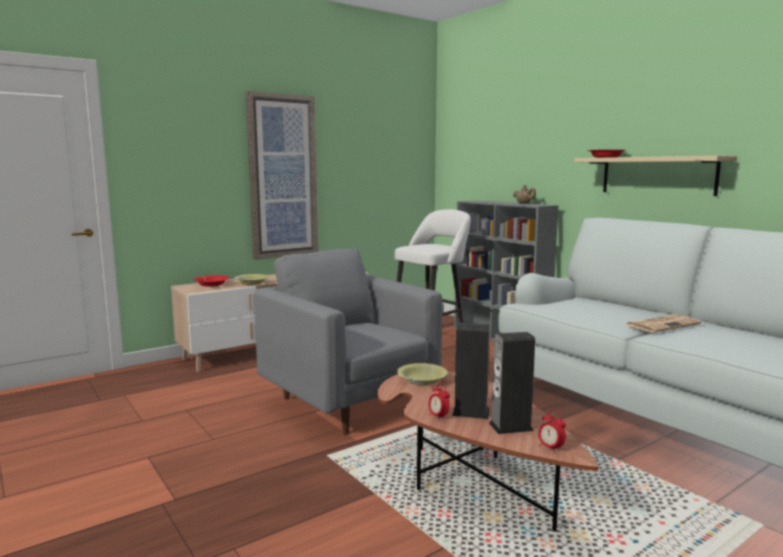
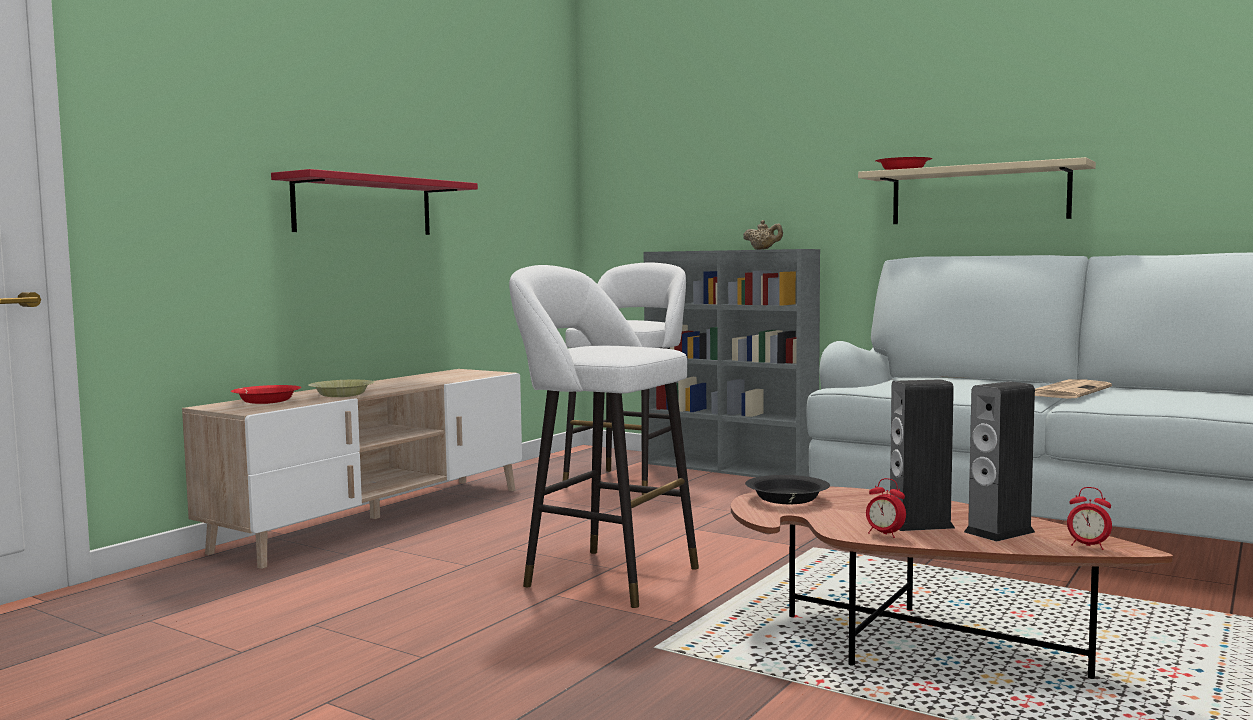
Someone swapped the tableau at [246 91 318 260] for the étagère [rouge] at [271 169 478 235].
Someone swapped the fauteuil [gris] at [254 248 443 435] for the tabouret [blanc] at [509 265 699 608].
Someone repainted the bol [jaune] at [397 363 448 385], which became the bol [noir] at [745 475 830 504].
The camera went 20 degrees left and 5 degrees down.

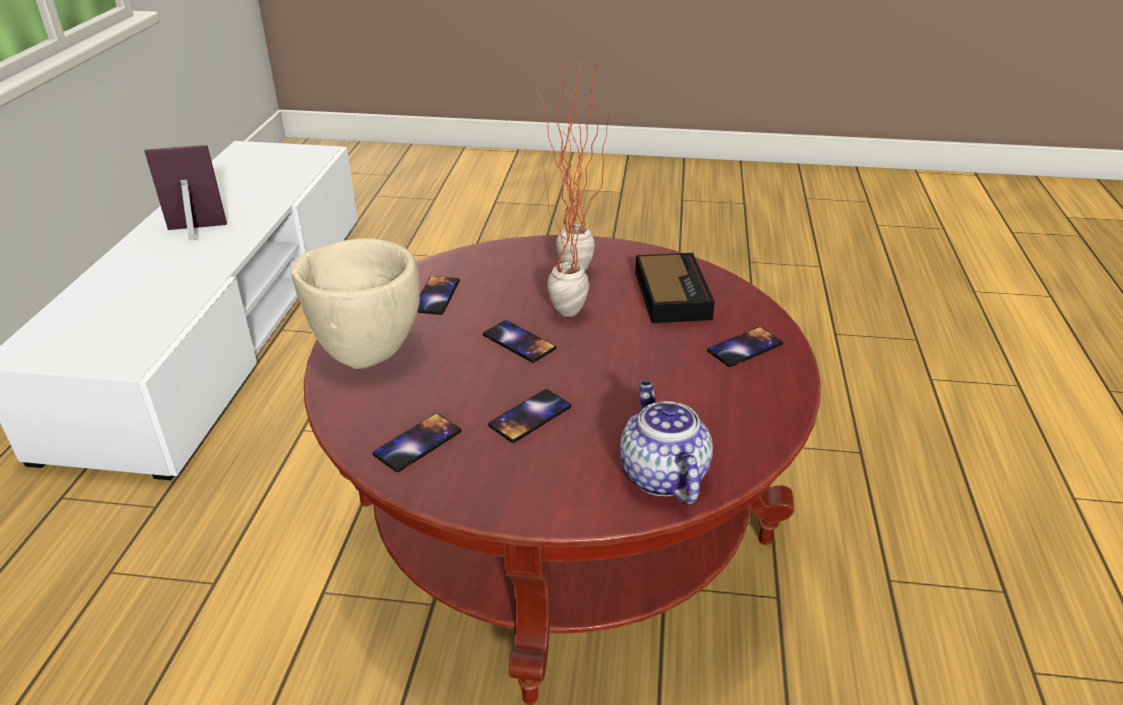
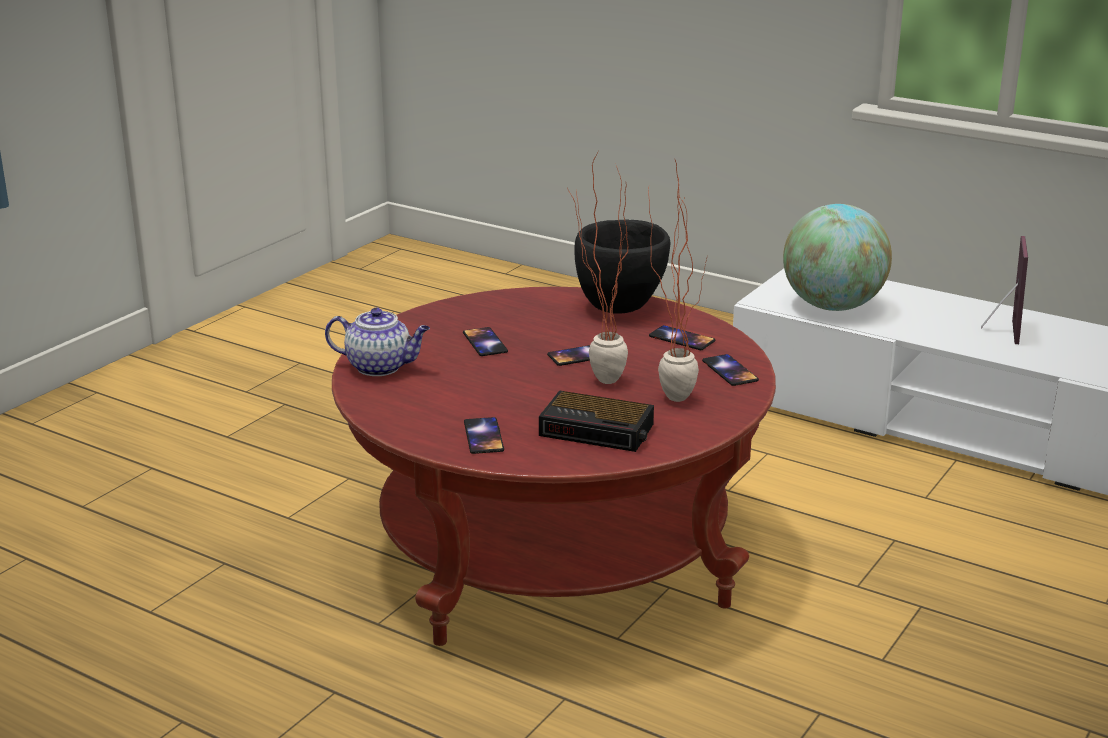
Someone repainted the bol [beige] at [291 238 420 369], which became the bol [noir] at [574 220 670 314].
Someone carried the téléphone from [373 413 461 472] to [702 354 759 386].
Someone put down the globe at [783 204 892 311].
The camera went 115 degrees right and 10 degrees down.

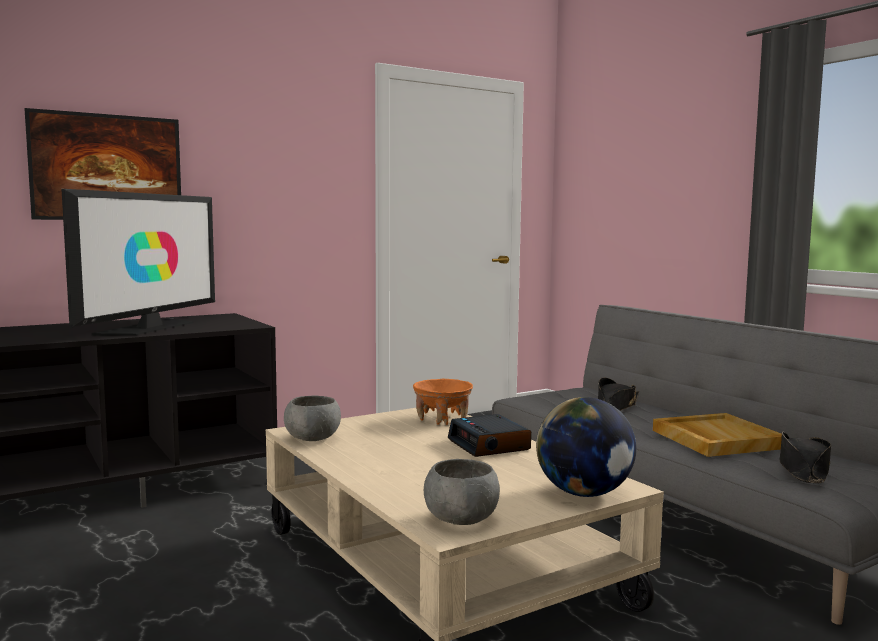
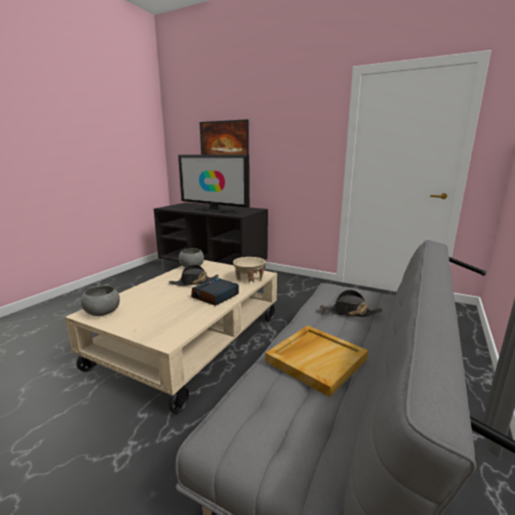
Someone rotated the téléviseur at [62 189 215 335] by 45 degrees clockwise.
Someone repainted the bol [orange] at [413 379 473 425], which became the bol [beige] at [233 257 265 283].
Someone took away the globe at [536 397 636 497].
Someone carried the chapeau [noir] from [780 432 831 483] to [169 264 219 286].
The camera went 60 degrees right and 10 degrees up.

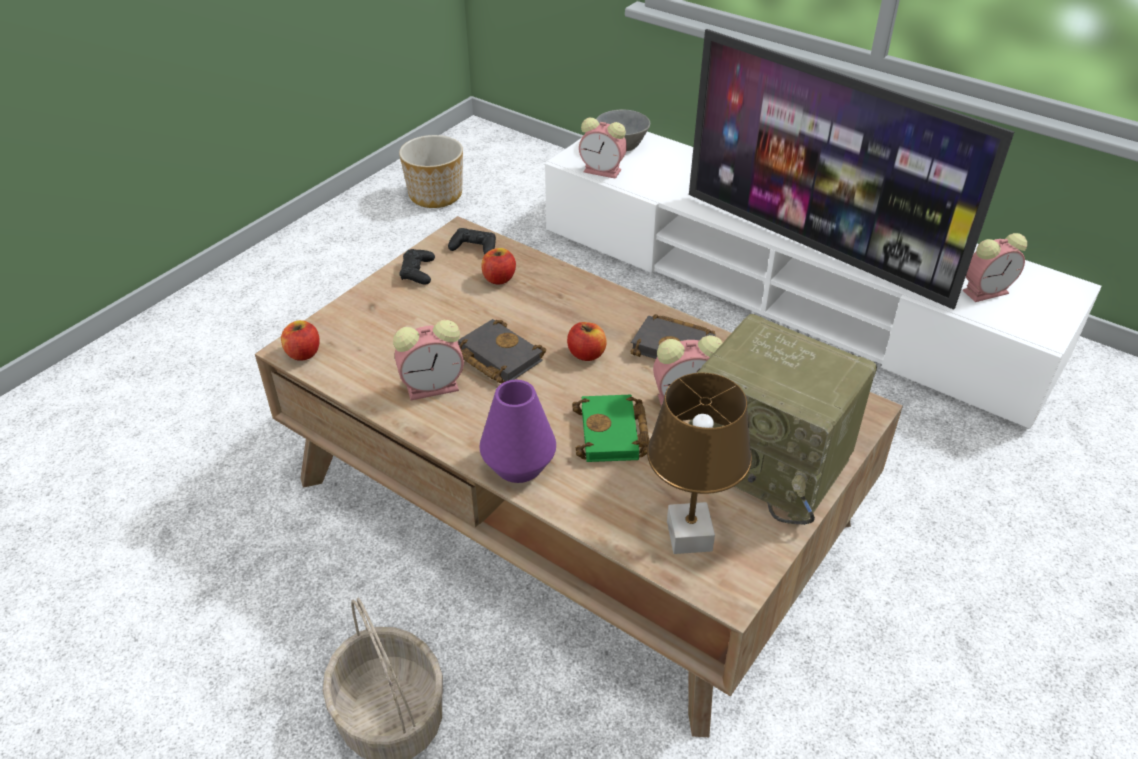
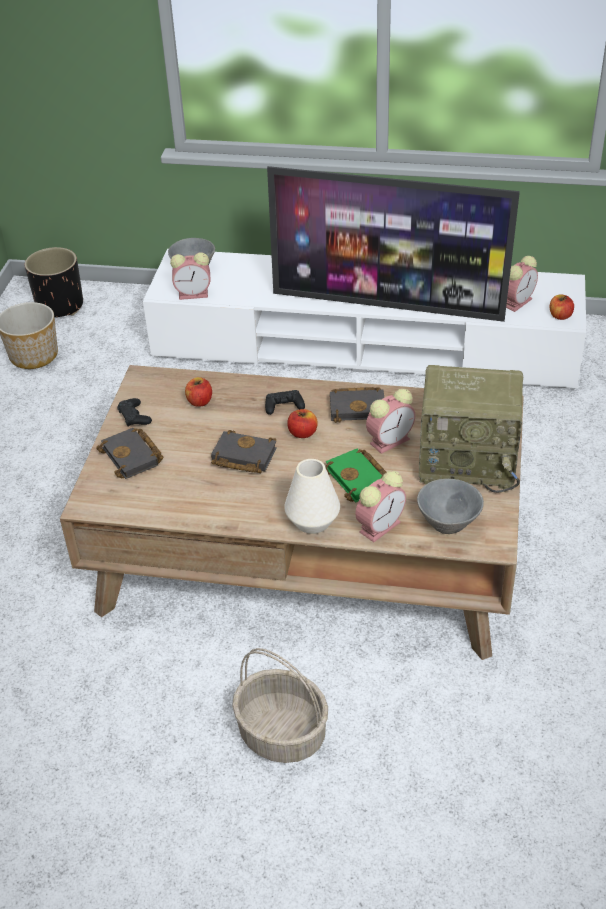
Someone carried the manette [noir] from [448 228 496 255] to [265 390 305 415].
Someone carried the pomme from [281 320 320 361] to [550 295 574 320].
Someone carried the réveil from [393 320 464 400] to [355 471 406 542].
Someone swapped the lampe de table [marron] at [647 373 752 554] for the bol [gris] at [417 479 484 534].
Someone repainted the vase [violet] at [480 380 556 483], which became the vase [blanc] at [284 459 340 534].
Someone put down the cache-pot [noir] at [25 247 83 317].
Someone put down the livre [noir] at [96 428 163 479].
The camera went 25 degrees left and 0 degrees up.

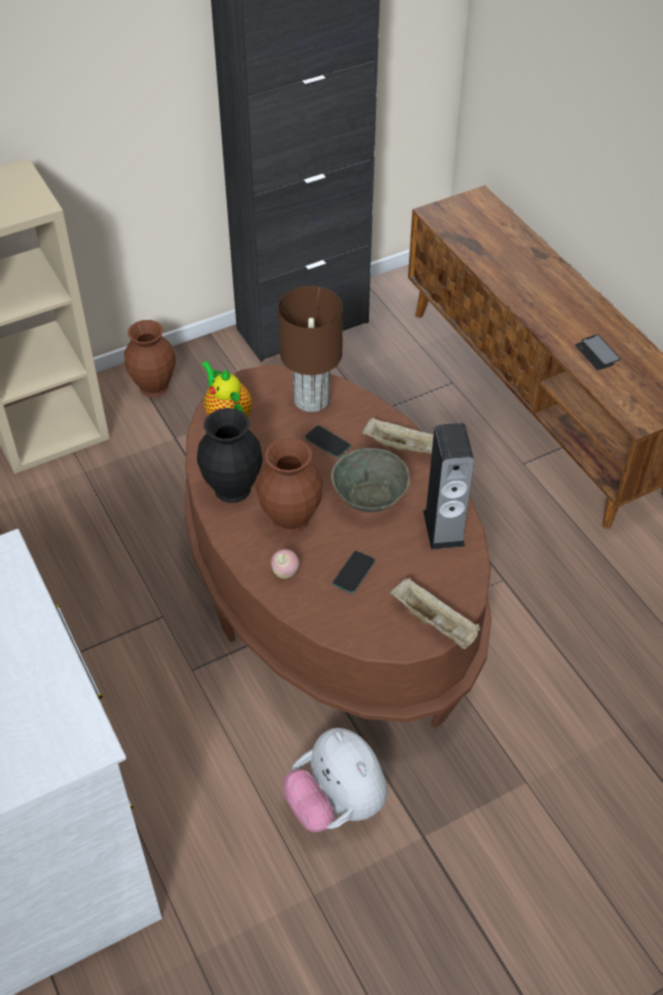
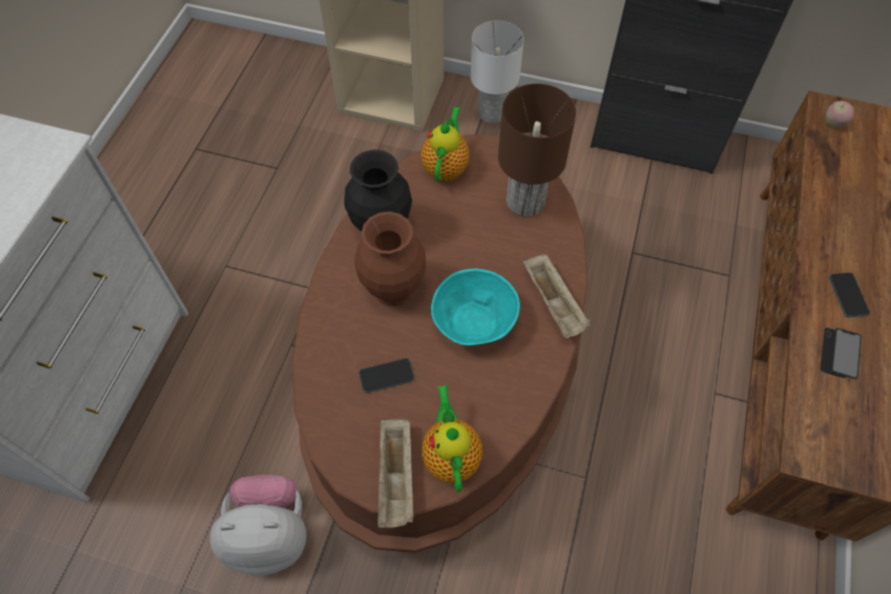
Someone swapped the vase [marron] at [124 320 176 397] for the lampe de table [blanc] at [470 21 524 123].
Someone took away the enceinte at [423 423 474 550].
Someone carried the téléphone from [305 425 351 458] to [829 272 870 317].
Someone repainted the bol [gris] at [331 448 410 512], which became the bol [turquoise] at [431 269 520 345].
Someone carried the pomme from [271 549 299 579] to [825 101 854 128].
Someone rotated the peluche at [283 728 388 832] by 75 degrees clockwise.
Someone put down the théière at [422 385 483 492].
The camera went 45 degrees right and 10 degrees up.

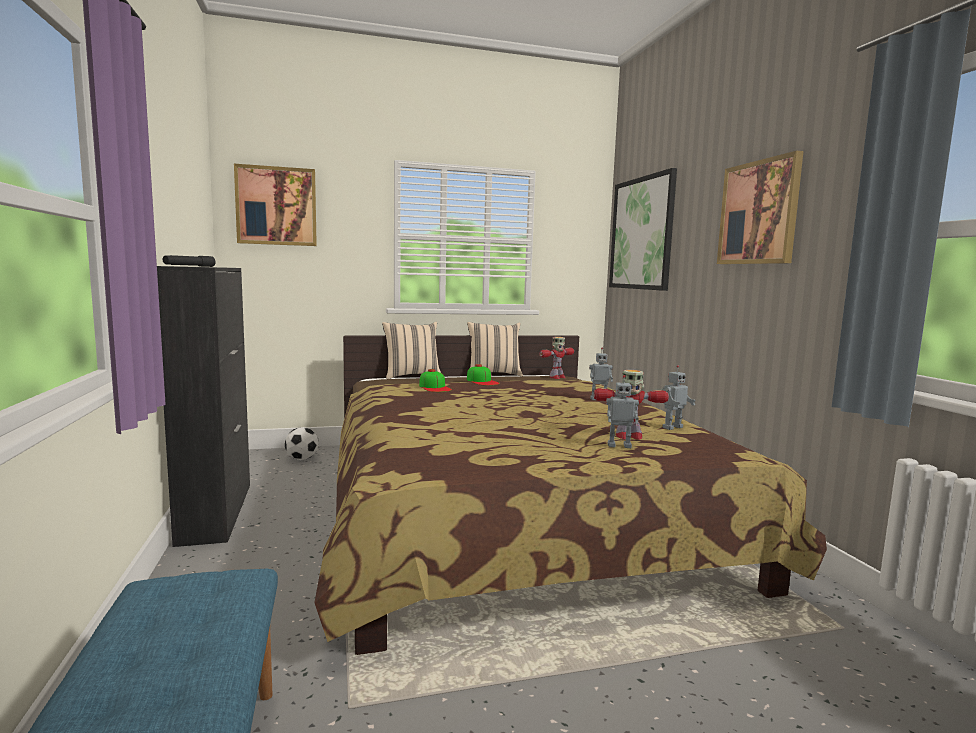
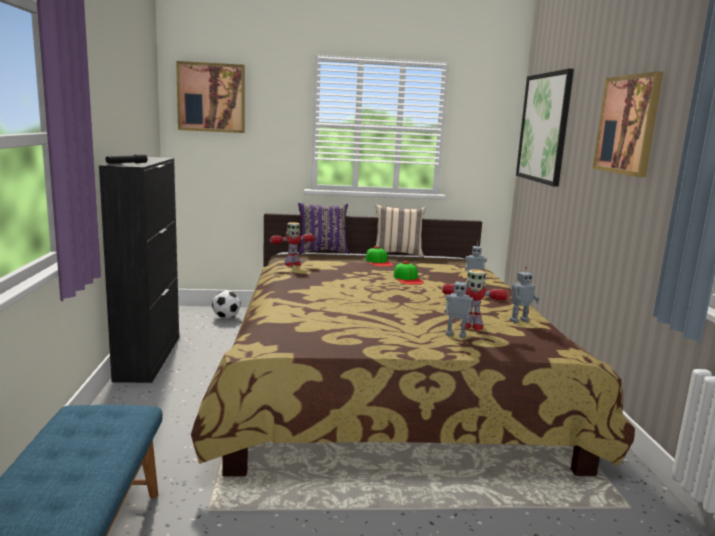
Someone repainted the coussin [beige] at [382 322 441 379], which became the coussin [violet] at [298 203 350 254].
Someone carried the robot jouet from [539 337 574 379] to [270 222 315 267].
Someone carried the casquette from [419 369 452 392] to [394 261 424 285].
The camera went 10 degrees right and 5 degrees up.

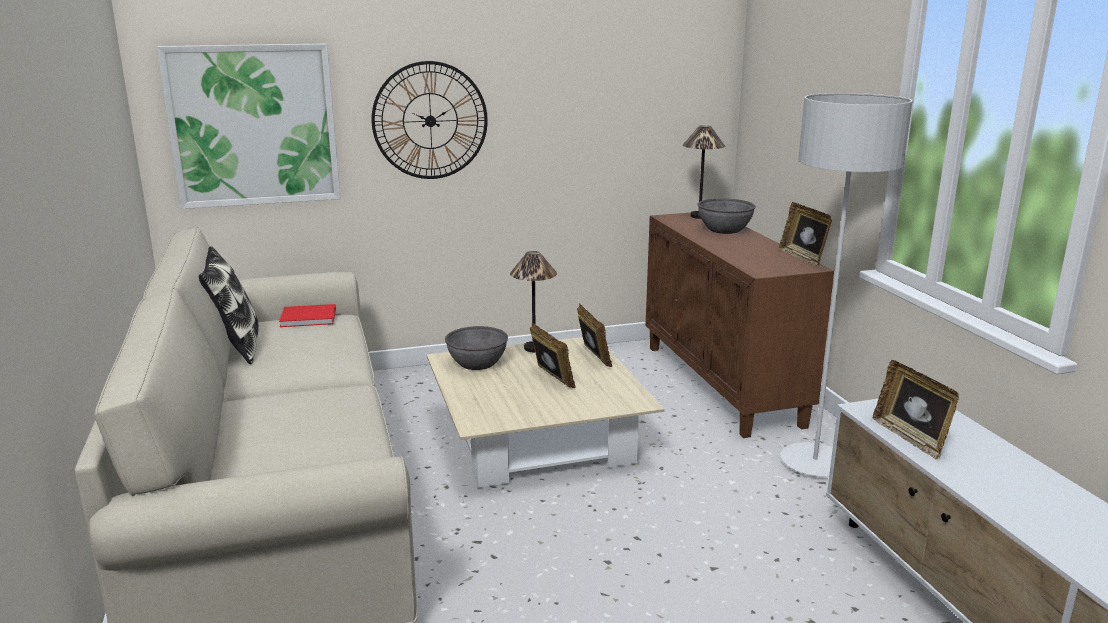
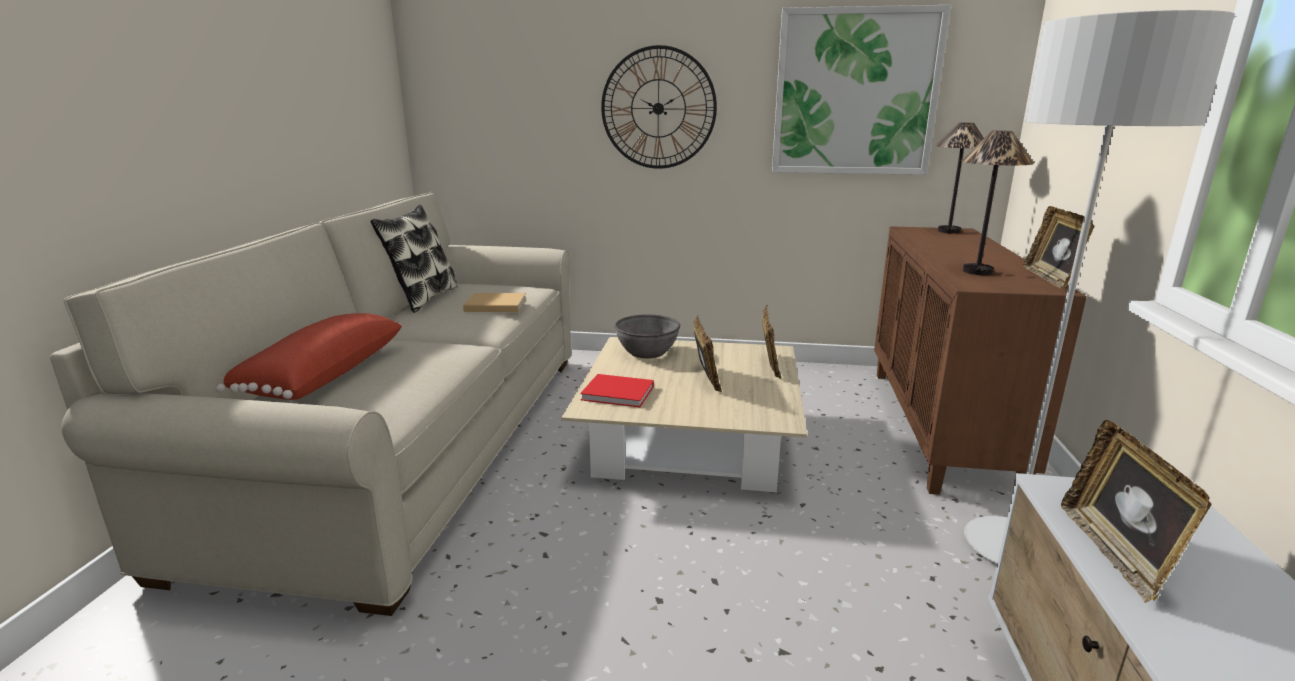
Someone carried the tableau from [157 43 341 209] to [772 5 951 175].
Someone took away the bol [gris] at [697 198 756 234].
Someone carried the lampe de table from [510 251 557 352] to [962 131 1034 275].
Someone carried the livre [rouge] from [279 304 336 327] to [580 374 654 408].
Someone put down the livre [beige] at [463 293 526 312].
Someone put down the coussin [rouge] at [216 313 403 400].
The camera went 25 degrees right and 0 degrees up.

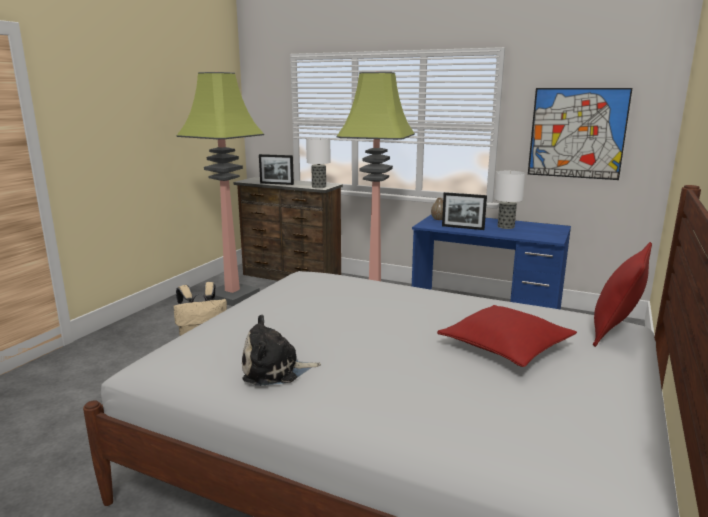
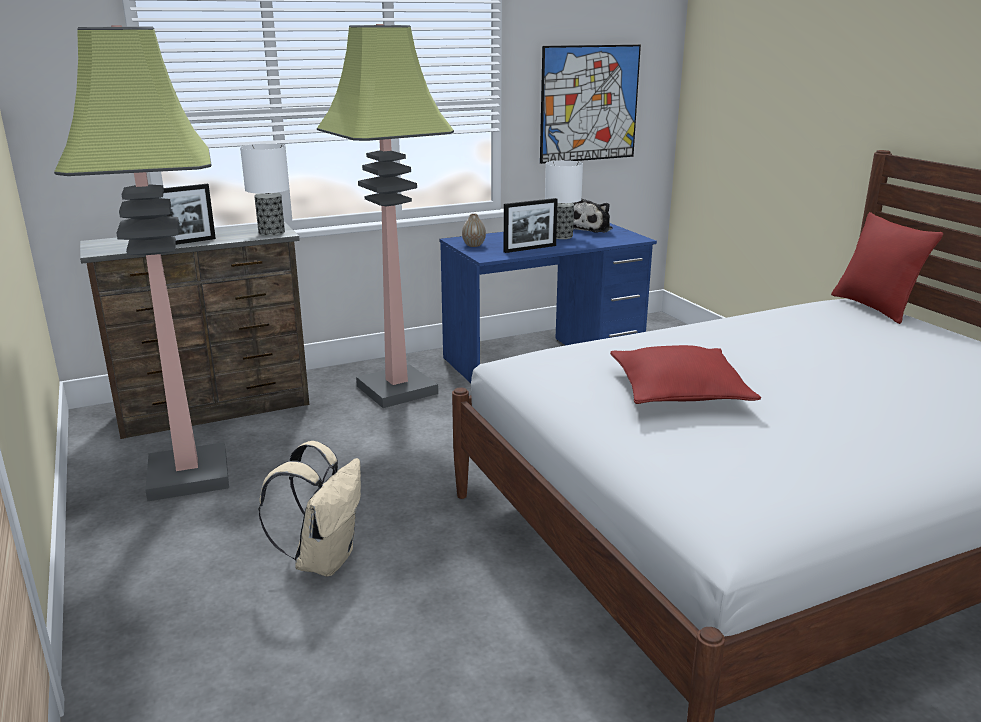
Someone carried the coussin [rouge] from [437 305 577 367] to [610 345 761 404].
Someone carried the peluche from [242 315 321 386] to [573 199 612 233].
The camera went 50 degrees left and 5 degrees up.

